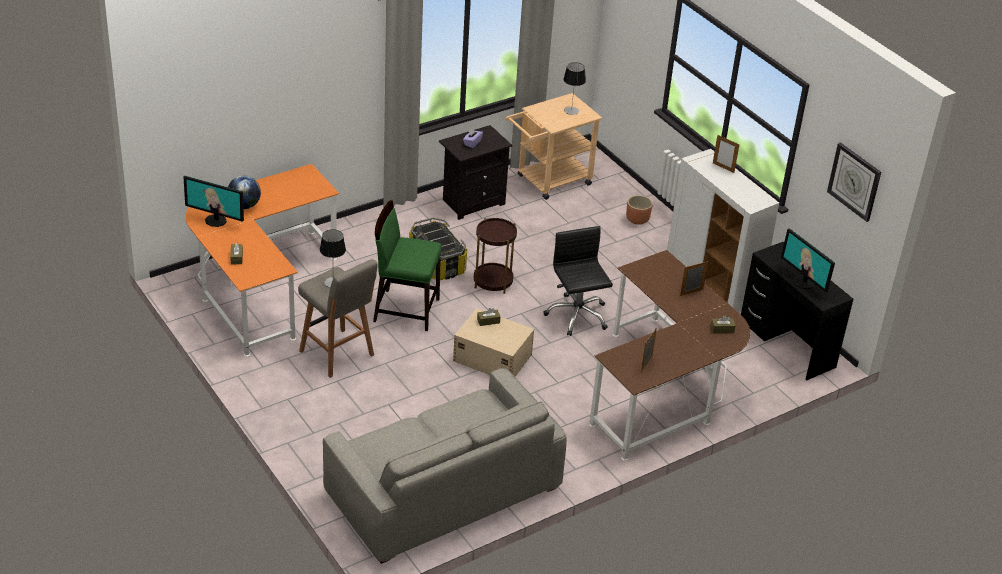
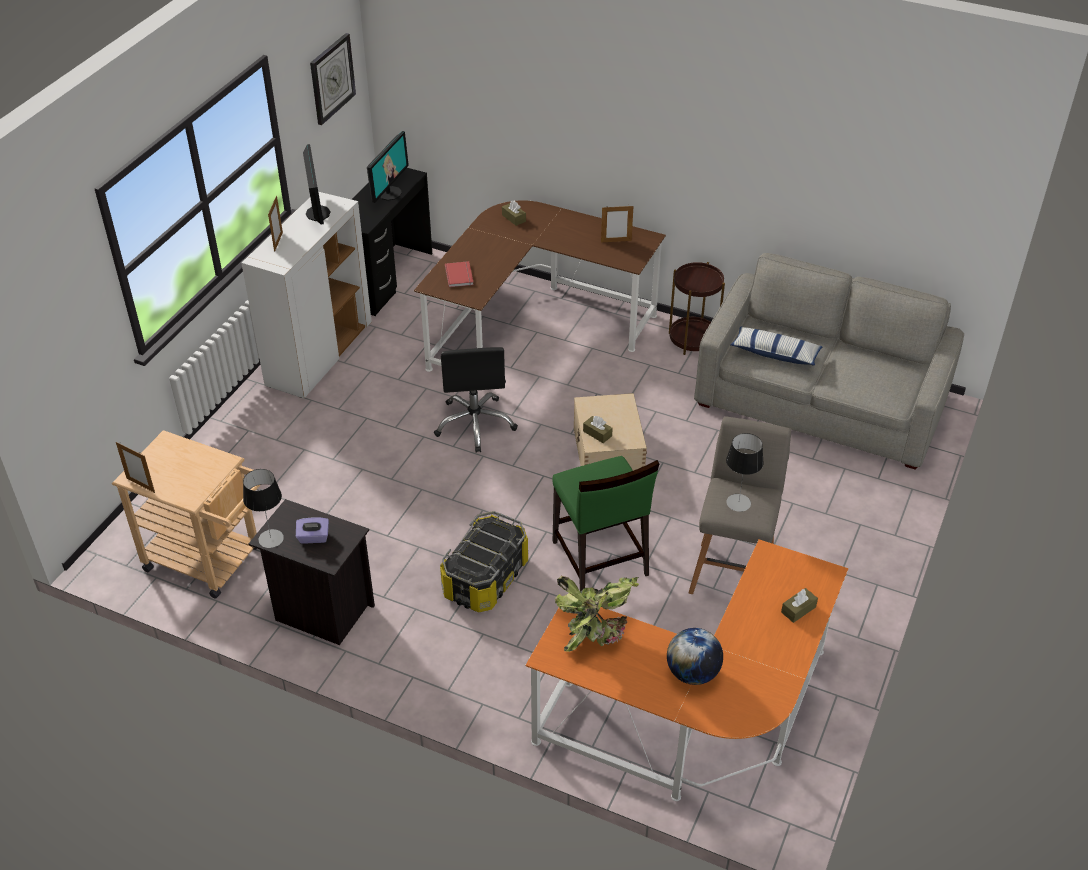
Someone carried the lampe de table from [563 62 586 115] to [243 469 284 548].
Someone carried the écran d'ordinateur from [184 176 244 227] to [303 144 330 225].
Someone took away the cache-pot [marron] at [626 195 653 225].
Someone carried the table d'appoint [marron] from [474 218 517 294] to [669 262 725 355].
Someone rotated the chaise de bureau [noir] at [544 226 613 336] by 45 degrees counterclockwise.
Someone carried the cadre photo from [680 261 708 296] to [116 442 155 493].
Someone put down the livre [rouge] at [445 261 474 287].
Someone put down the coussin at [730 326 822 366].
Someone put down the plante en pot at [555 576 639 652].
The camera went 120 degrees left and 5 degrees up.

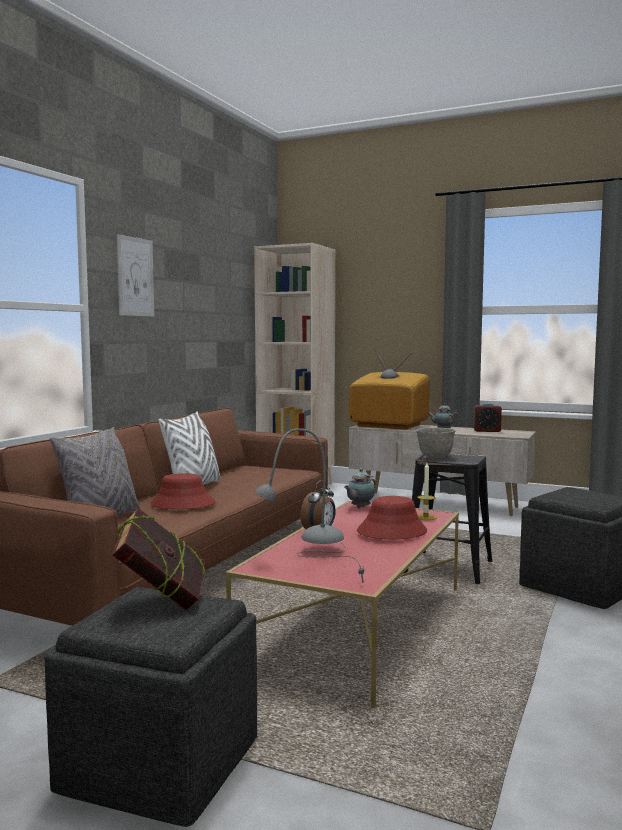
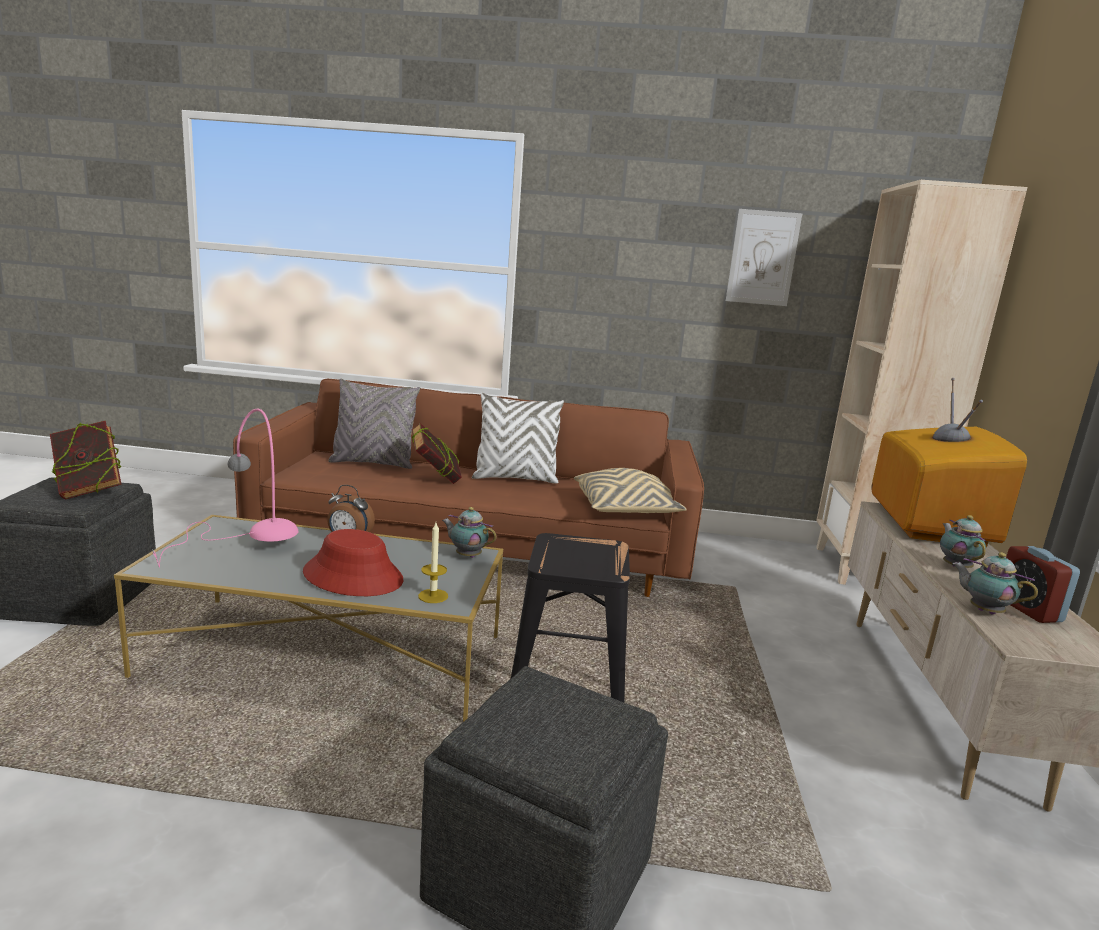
Someone carried the tableau from [117 234 154 316] to [726 209 802 306].
Someone repainted the lampe de table [gris] at [255 428 364 583], which became the lampe de table [rose] at [152 409 299 568].
Someone took away the bol [gris] at [416 428 456 458].
Someone swapped the chapeau [rouge] at [150 473 216 509] for the livre at [412 423 462 484].
Someone repainted the table basse [rouge] at [226 501 459 708], which became the table basse [gris] at [114 515 503 722].
Someone put down the coussin [beige] at [574 468 687 513].
Someone put down the théière at [952 552 1038 614].
The camera went 70 degrees right and 10 degrees up.

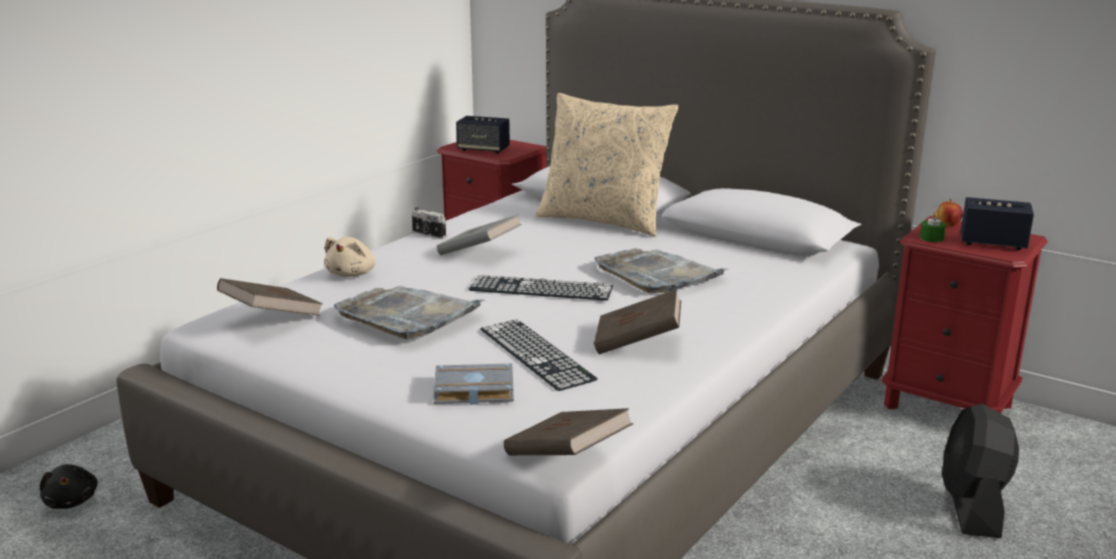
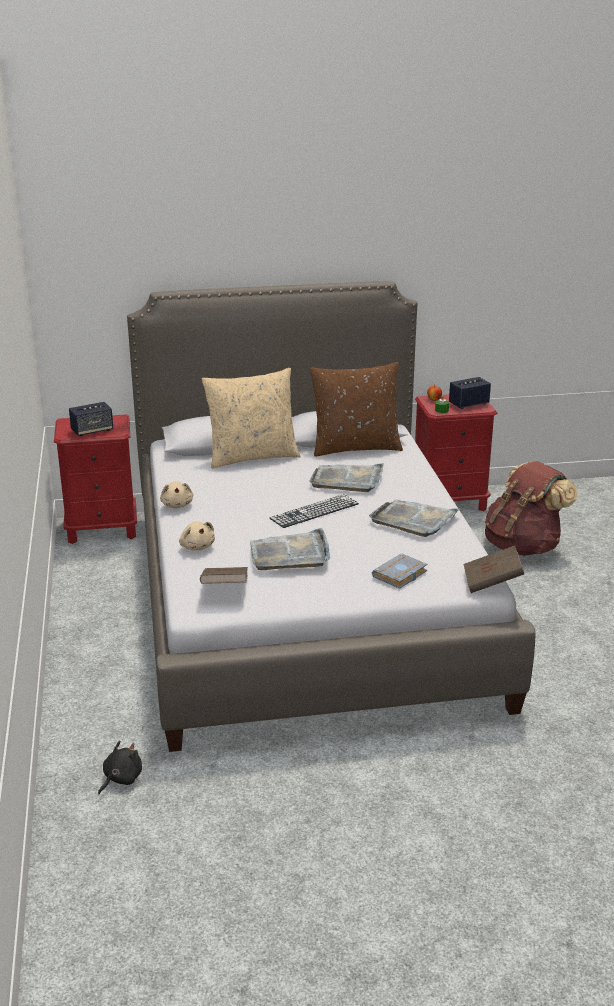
Someone swapped the appareil photo at [412 207 446 239] for the peluche [beige] at [160 481 193 508].
Someone took away the livre [gris] at [437 215 522 255].
Someone swapped the livre [marron] at [594 289 681 354] for the plateau [gris] at [369 499 460 537].
Someone took away the clavier at [480 319 598 391].
Someone swapped the ventilateur [noir] at [942 404 1019 538] for the sac à dos [marron] at [485 461 578 556].
Someone rotated the peluche [noir] at [40 464 98 509] by 75 degrees counterclockwise.
Someone put down the coussin [marron] at [310 362 403 457].
The camera went 45 degrees left and 5 degrees up.

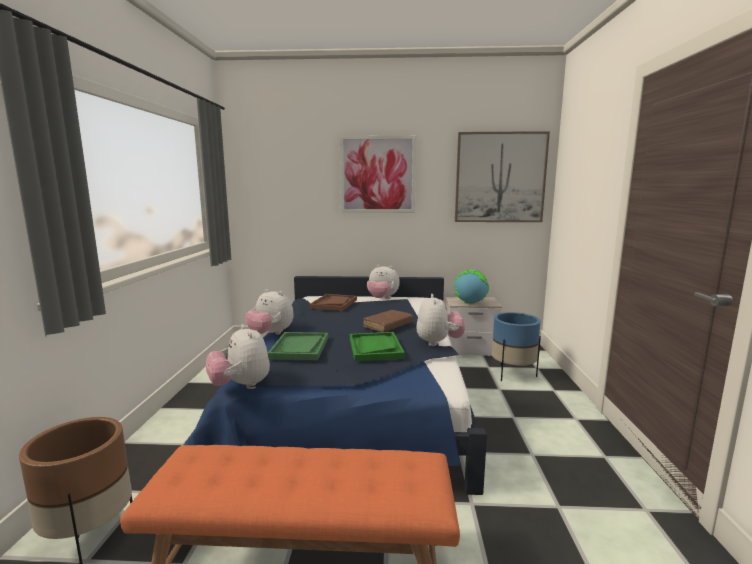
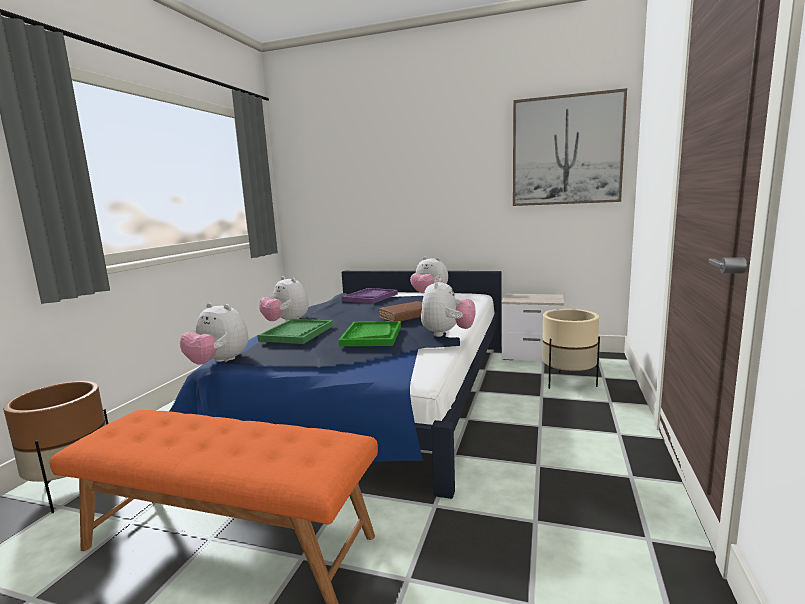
Someone took away the tableau at [340 135 416 213].
Someone took away the globe at [454 269 489 304].
Someone repainted the plateau [marron] at [309 294 357 311], which became the plateau [violet] at [342 288 398 304].
Someone repainted the cache-pot [bleu] at [492 312 541 381], which became the cache-pot [beige] at [542 309 600 389].
Someone rotated the peluche at [206 324 270 389] by 45 degrees counterclockwise.
The camera went 15 degrees right and 0 degrees up.

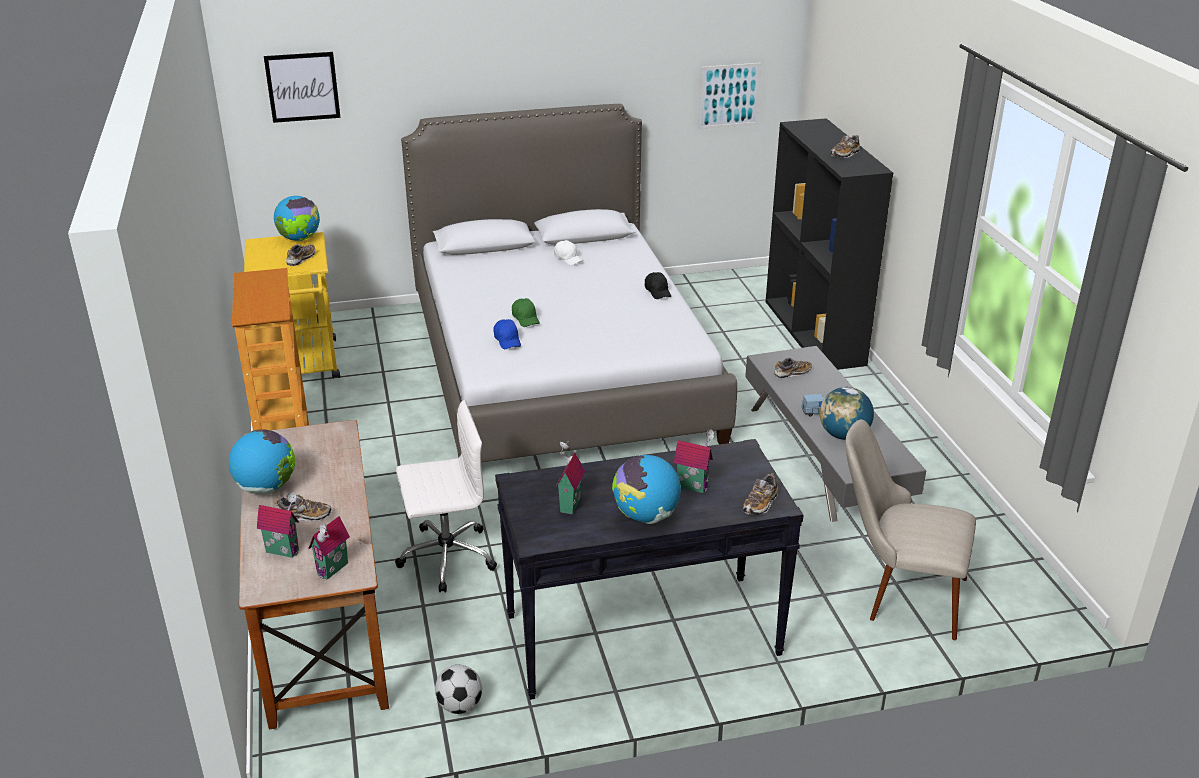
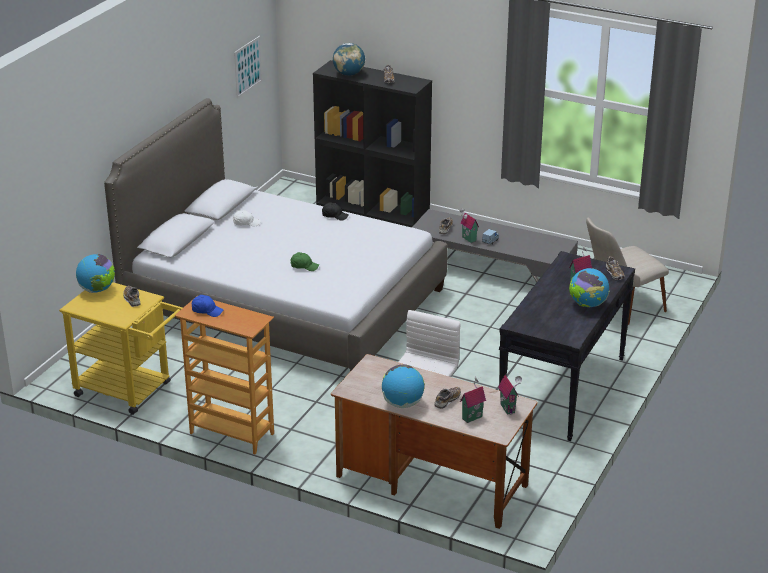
Someone took away the tableau at [264 52 341 123].
Someone carried the casquette [bleu] from [493 319 521 349] to [192 295 224 317].
Someone carried the globe from [820 387 874 440] to [333 43 365 76].
Someone carried the maison miniature from [555 441 585 515] to [460 209 479 243].
Someone took away the ballon de foot at [435 665 482 714].
The camera went 50 degrees left and 0 degrees up.

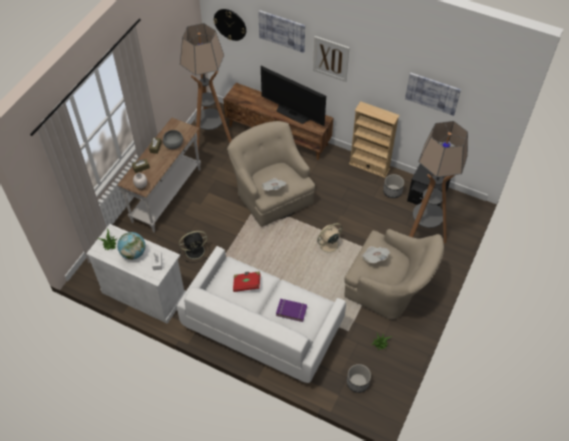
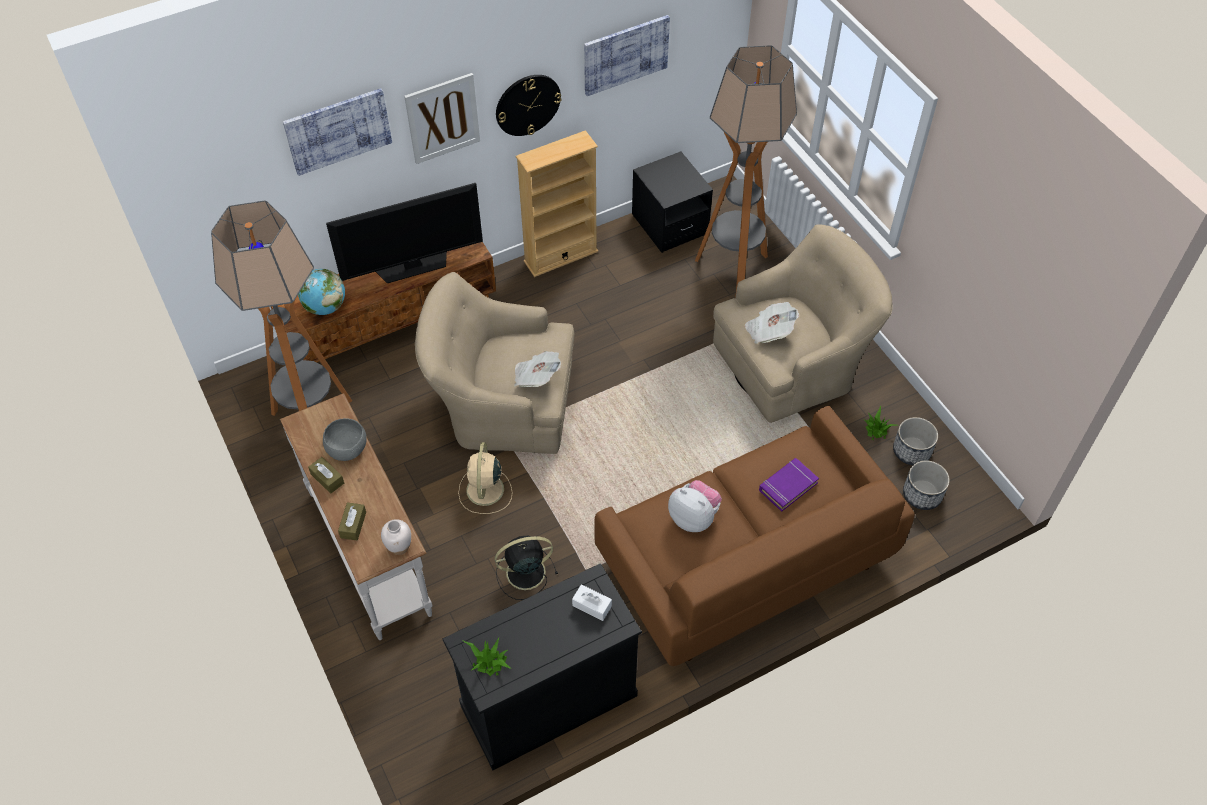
Someone carried the horloge murale from [213 9 246 41] to [496 75 561 136].
Someone carried the cache-pot from [383 174 404 198] to [893 417 938 465].
Someone carried the ventilateur [beige] from [314 223 344 257] to [458 442 513 514].
Someone repainted the meuble de rangement [blanc] at [86 224 186 324], which became the meuble de rangement [noir] at [442 563 642 770].
Someone rotated the ventilateur [noir] at [179 231 210 263] by 120 degrees counterclockwise.
Someone carried the globe from [117 232 146 260] to [298 269 345 315].
Someone repainted the canapé [blanc] at [177 246 346 383], which became the canapé [marron] at [594 406 915 666].
Someone swapped the livre [rouge] at [233 271 261 292] for the peluche at [668 480 722 532].
The camera went 55 degrees left and 0 degrees up.

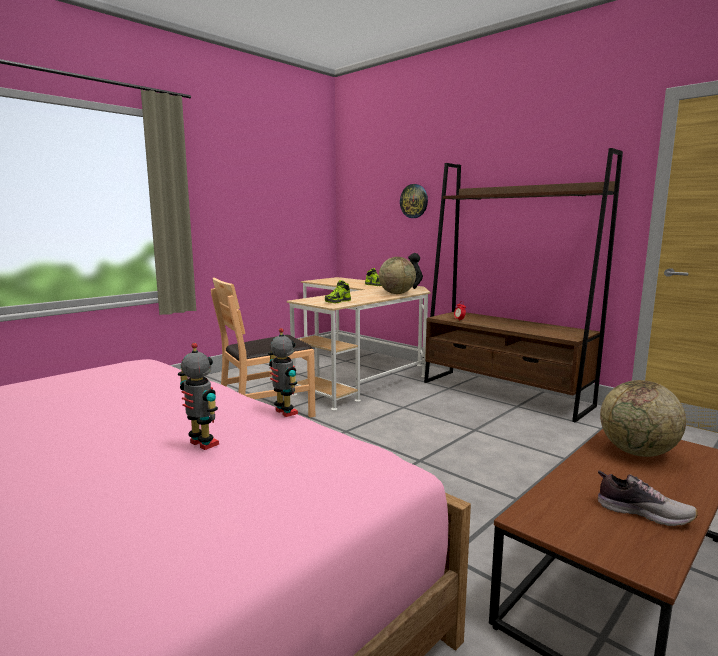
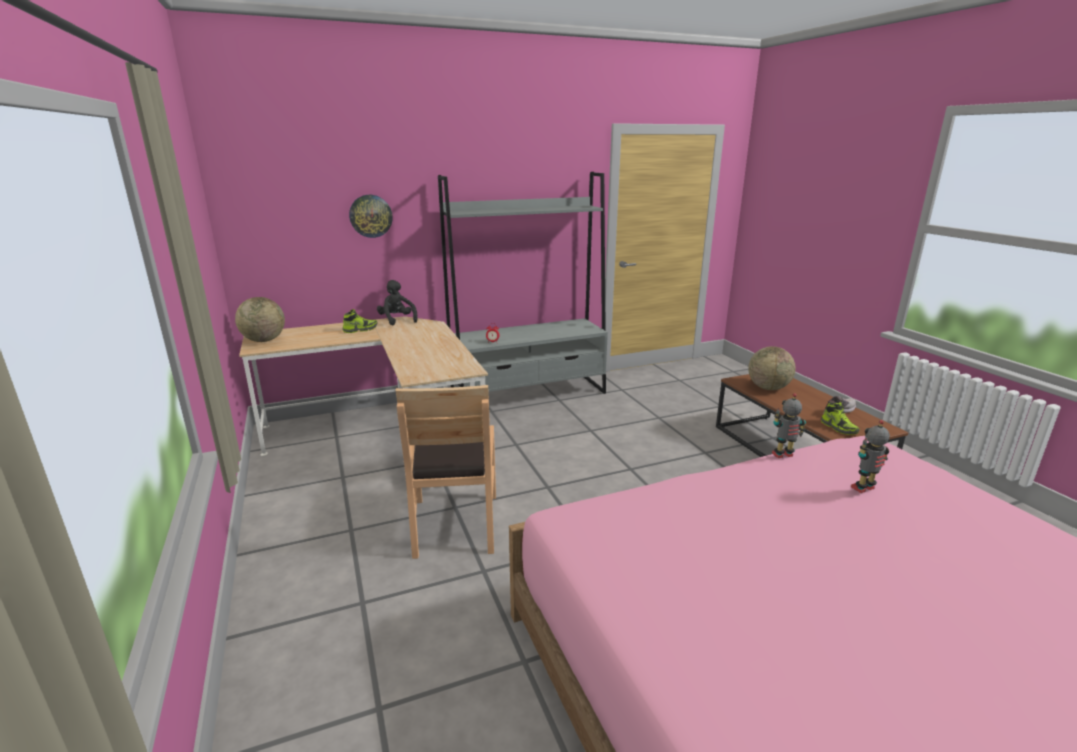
Someone repainted the bibliothèque [marron] at [424 148 623 423], which became the bibliothèque [gris] at [438 172 608 394].
Someone carried the globe from [379 257 416 294] to [235 297 285 342].
Someone carried the chaussure from [325 280 351 303] to [821 402 860 435].
The camera went 65 degrees left and 10 degrees up.

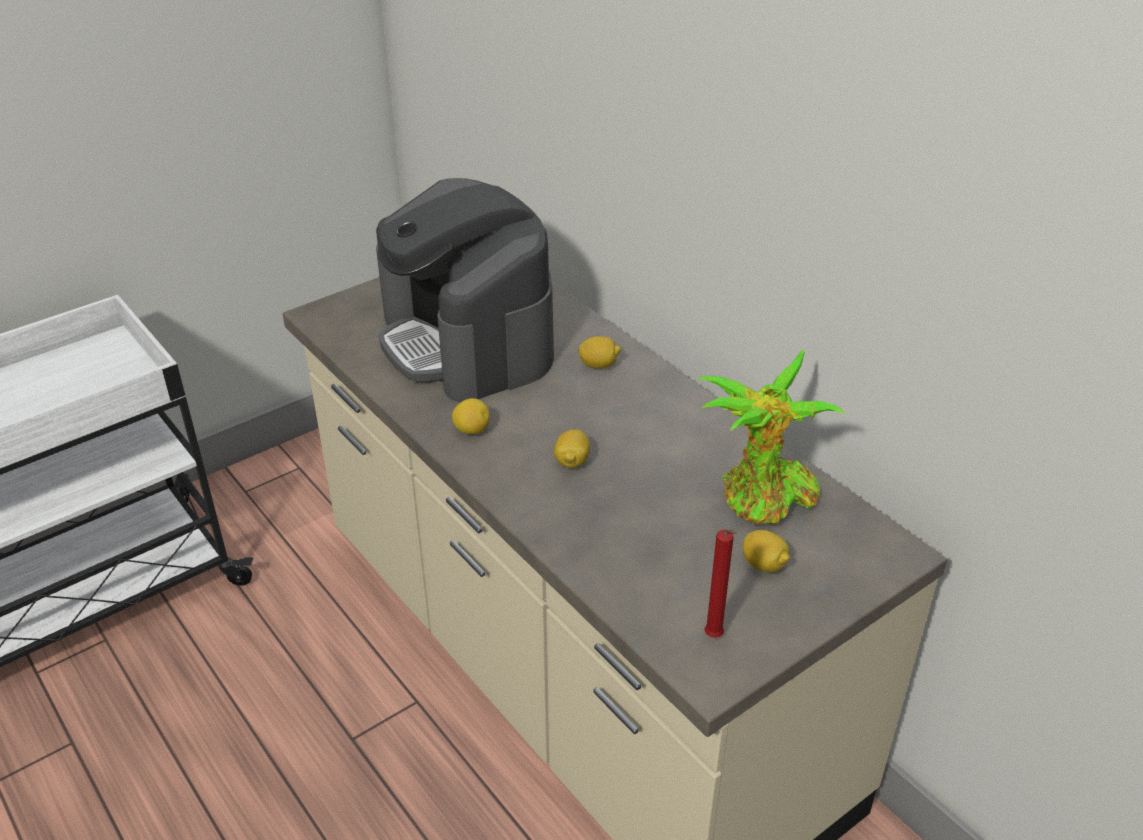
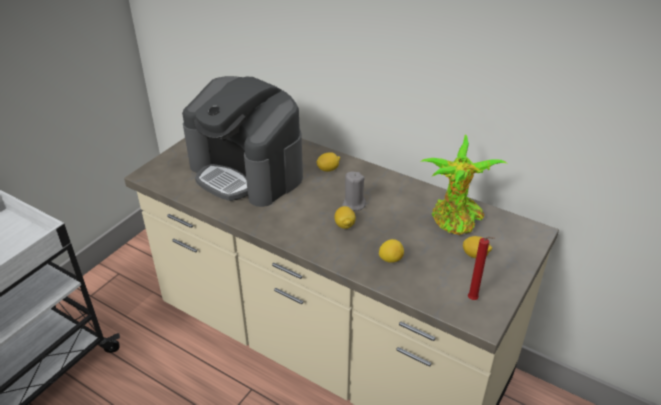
Someone carried the citron from [452 398 490 434] to [379 239 404 263].
Someone put down the bougie [gris] at [342 172 366 211].
The camera went 20 degrees left and 0 degrees up.

